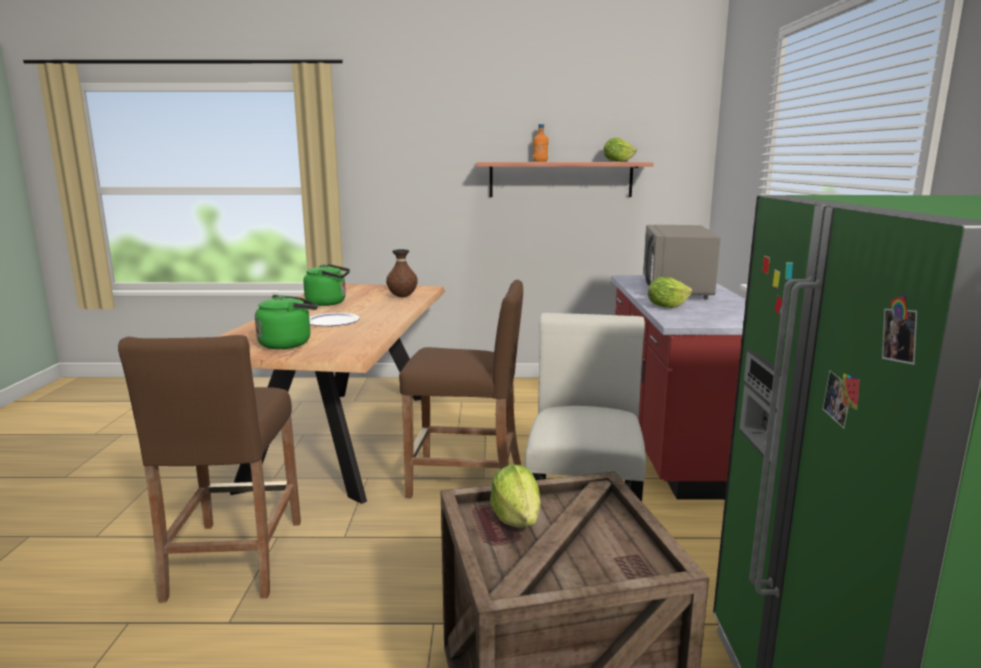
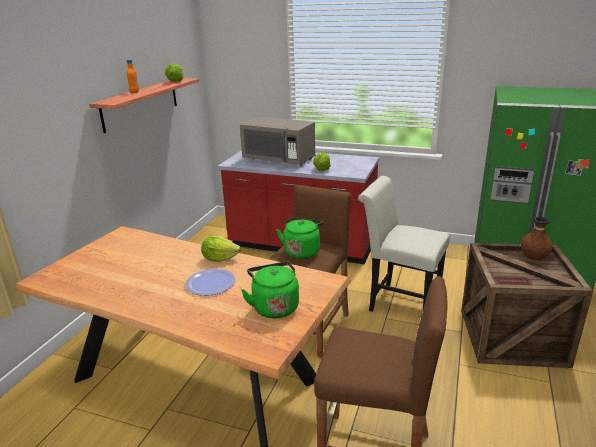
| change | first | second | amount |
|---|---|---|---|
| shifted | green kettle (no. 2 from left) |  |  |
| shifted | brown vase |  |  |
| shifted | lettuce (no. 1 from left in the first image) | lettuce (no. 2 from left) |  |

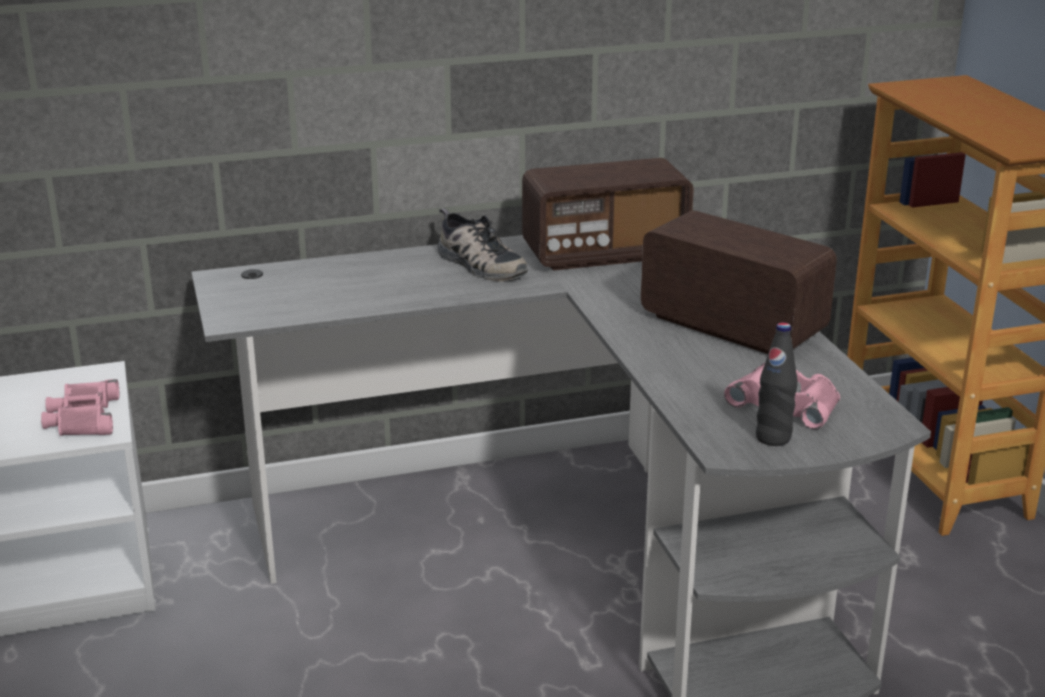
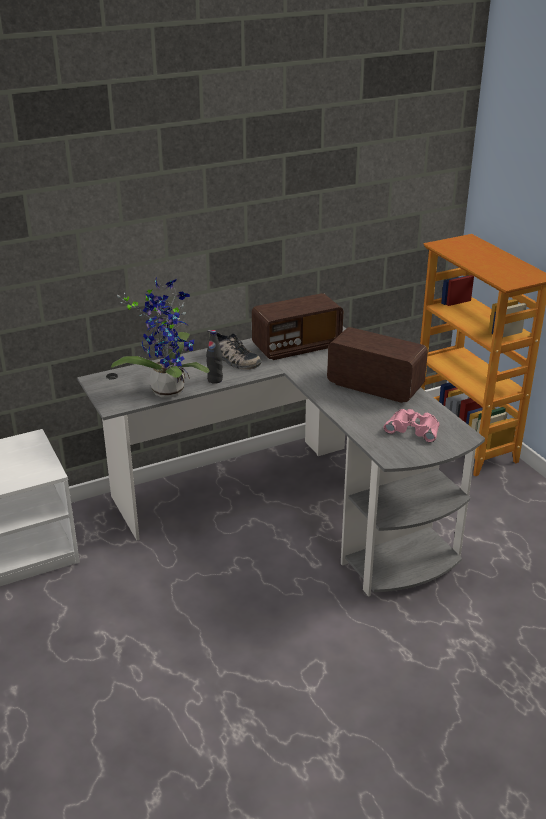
| change | first | second | amount |
|---|---|---|---|
| gone | pink binoculars (no. 1 from left) |  |  |
| new |  | potted plant |  |
| shifted | black bottle |  |  |

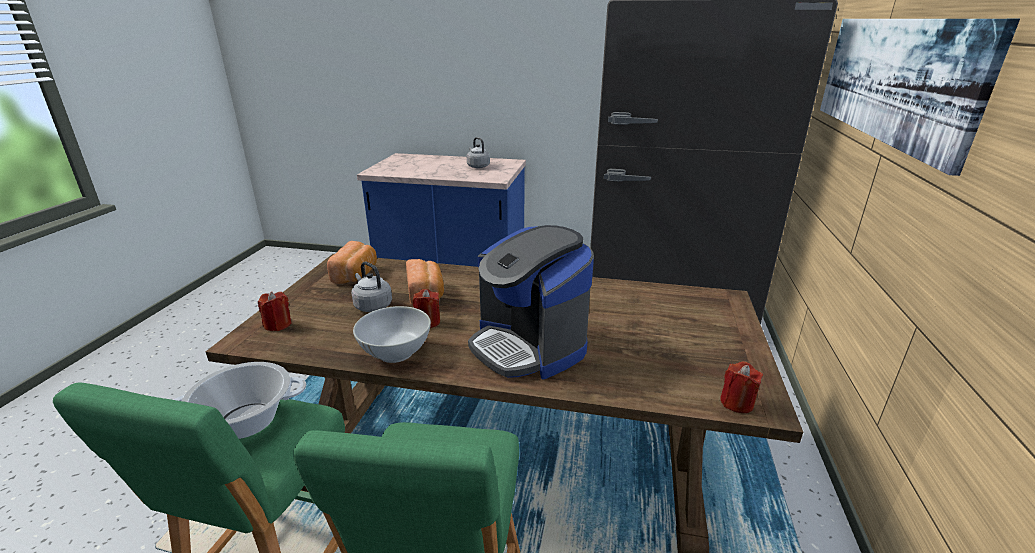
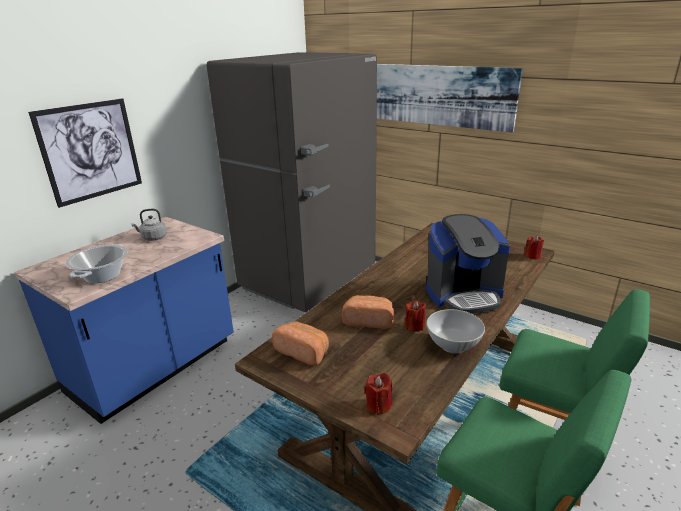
| change | first | second | amount |
|---|---|---|---|
| gone | grey kettle (no. 1 from left) |  |  |
| new |  | picture (no. 1 from left) |  |
| shifted | cooking pot |  |  |

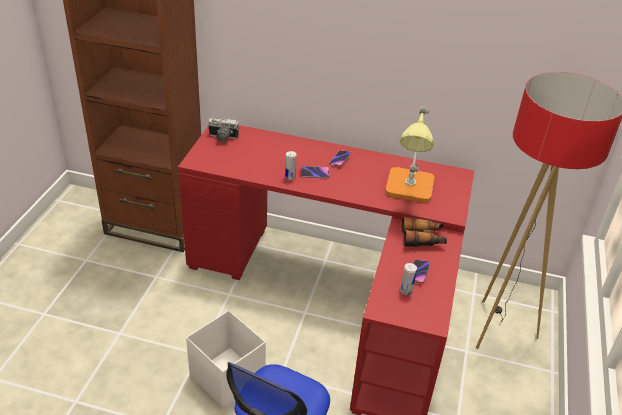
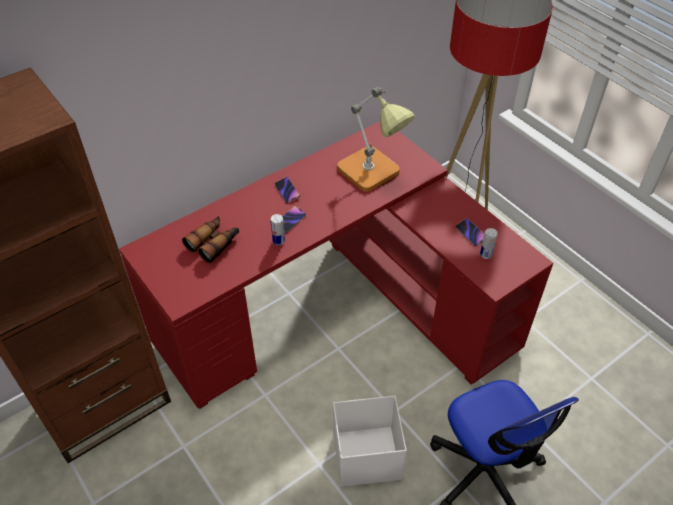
| change | first | second | amount |
|---|---|---|---|
| gone | photo camera |  |  |
| shifted | binoculars |  |  |

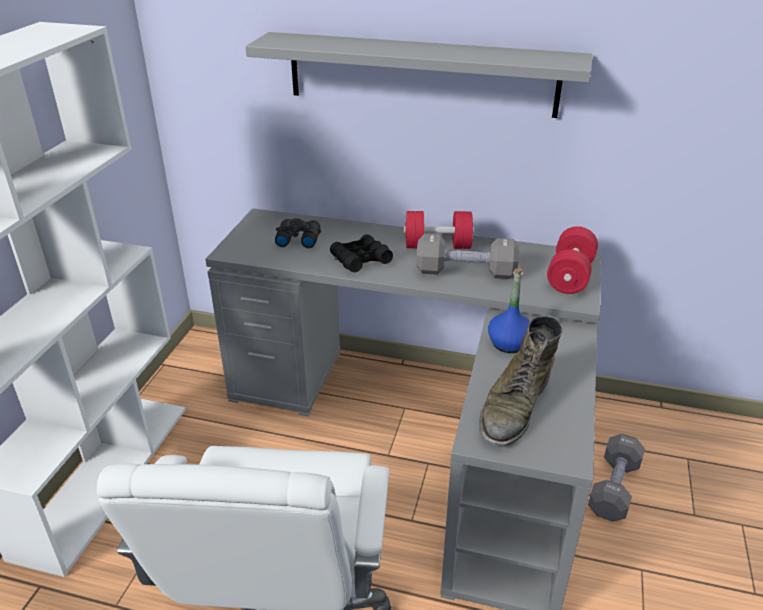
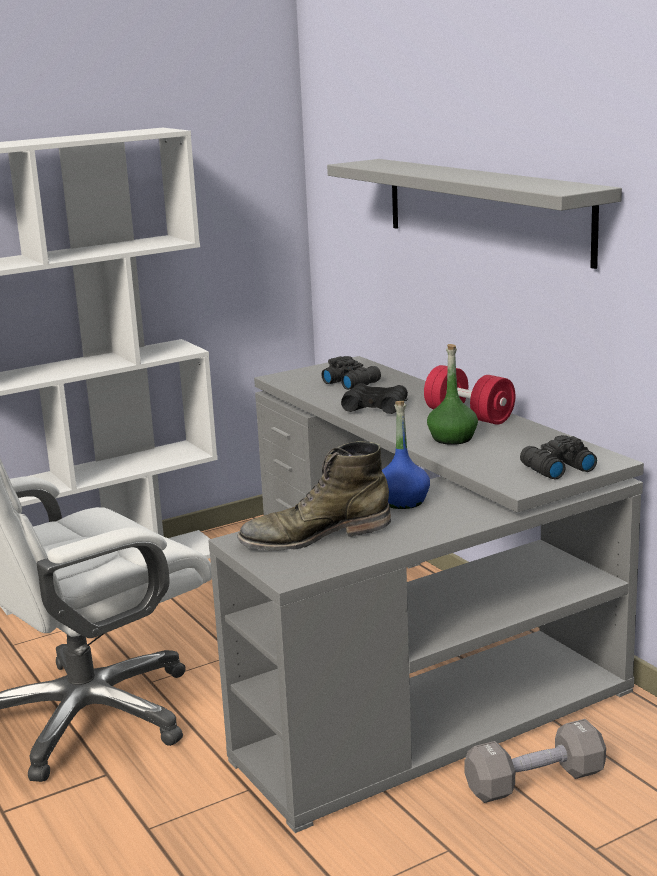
| change | first | second | amount |
|---|---|---|---|
| swapped | grey dumbbell (no. 1 from left) | green bottle |  |
| swapped | red dumbbell (no. 2 from left) | black binoculars (no. 3 from left) |  |

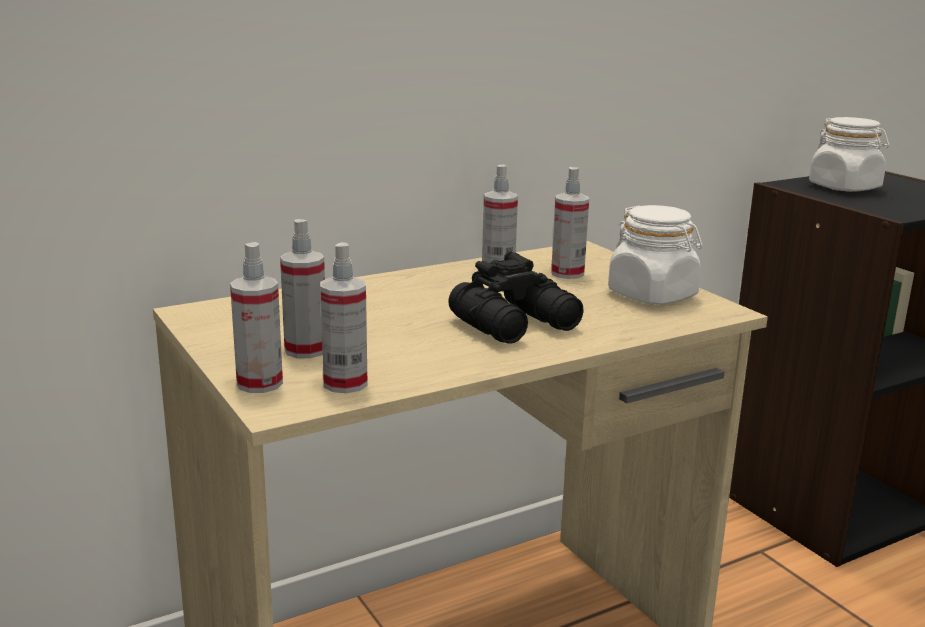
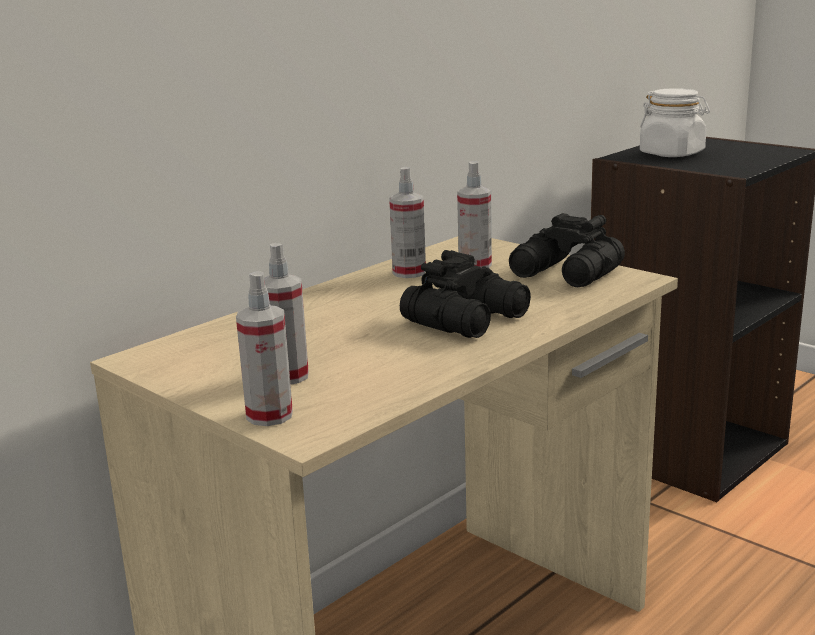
| change | first | second | amount |
|---|---|---|---|
| gone | spray bottle (no. 3 from left) |  |  |
| swapped | white jar (no. 1 from left) | black binoculars (no. 2 from left) |  |

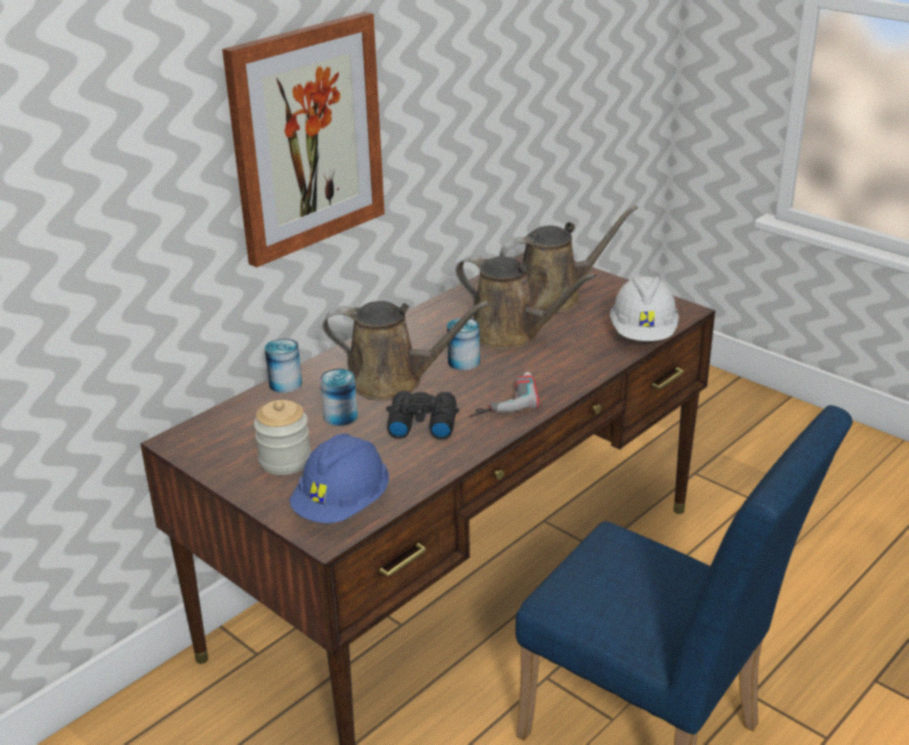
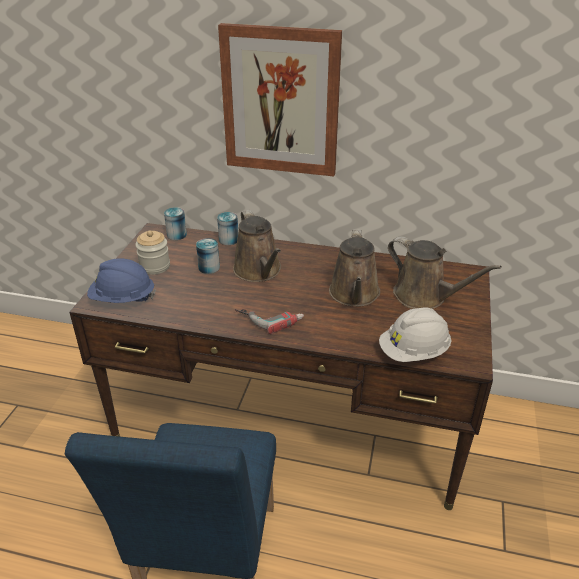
| change | first | second | amount |
|---|---|---|---|
| gone | black binoculars |  |  |
| shifted | can (no. 3 from left in the first image) | can (no. 1 from left) |  |

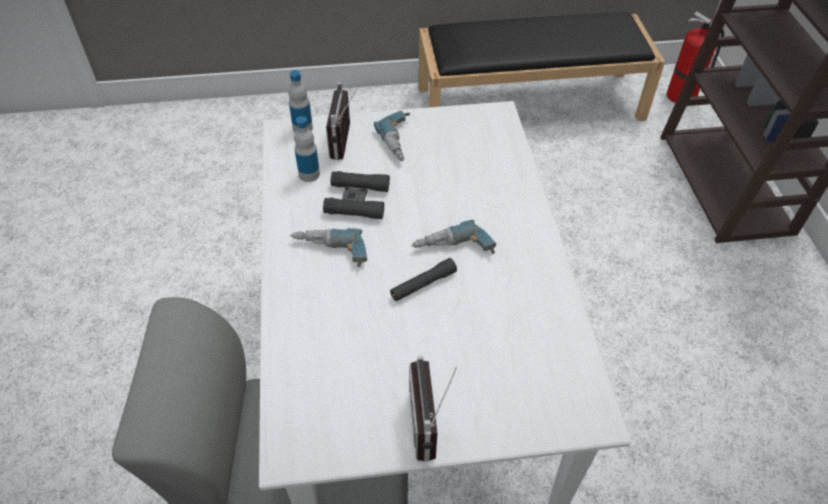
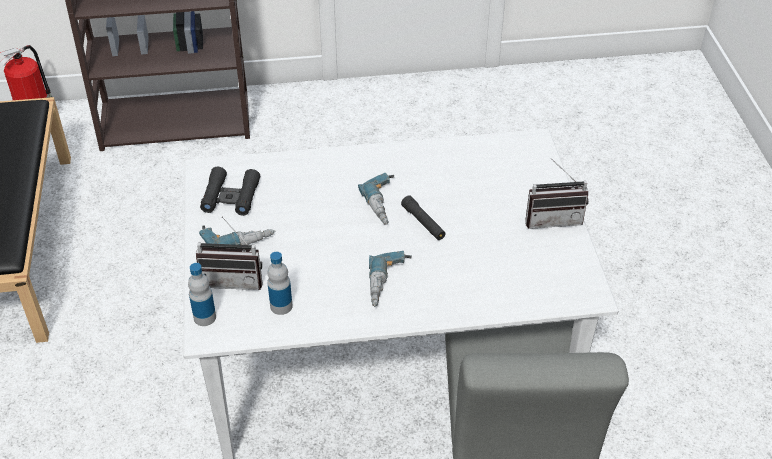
| change | first | second | amount |
|---|---|---|---|
| shifted | black binoculars |  |  |

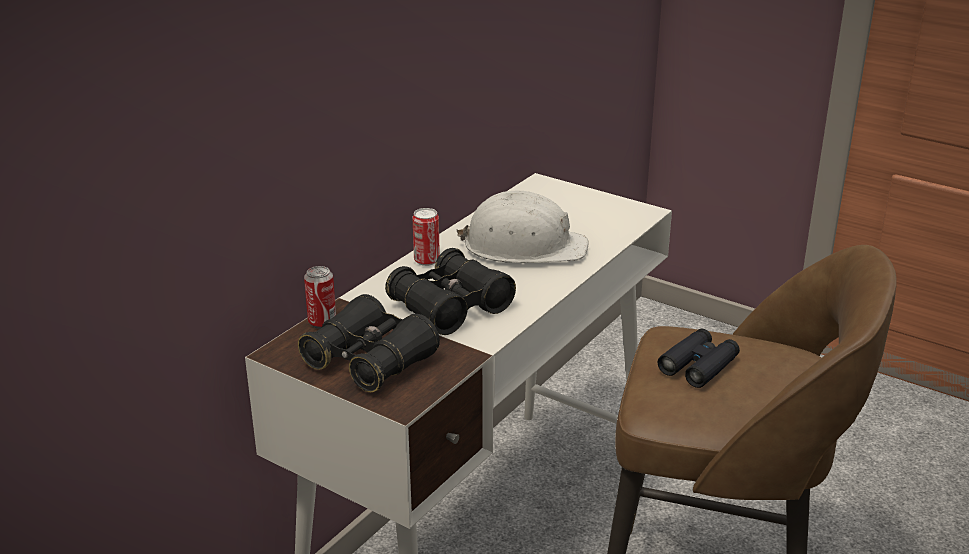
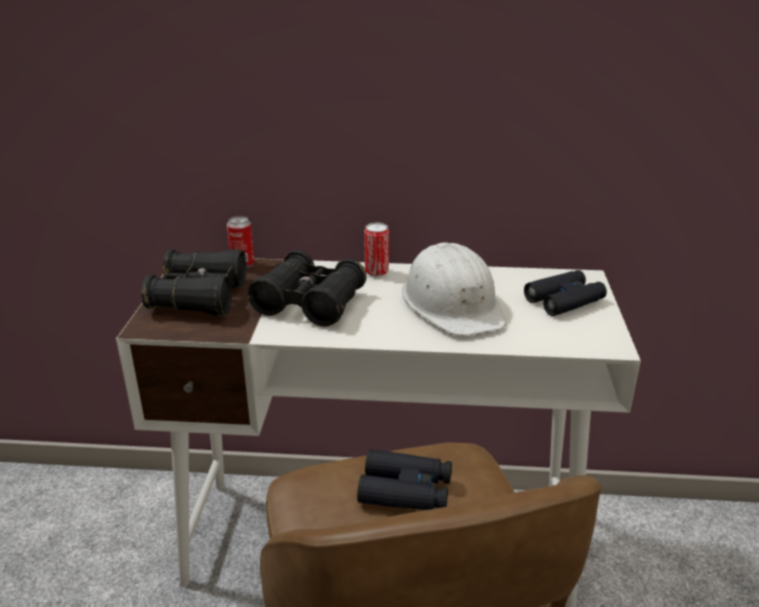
| change | first | second | amount |
|---|---|---|---|
| new |  | black binoculars (no. 4 from left) |  |

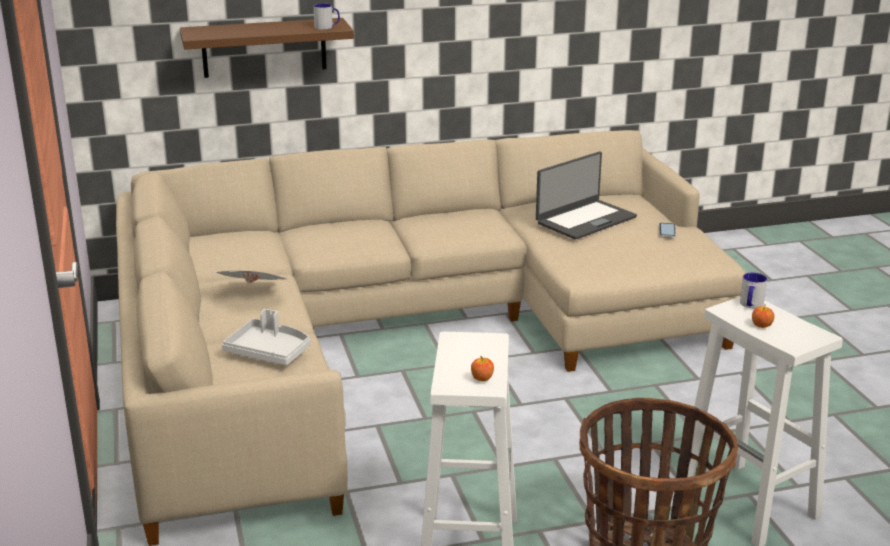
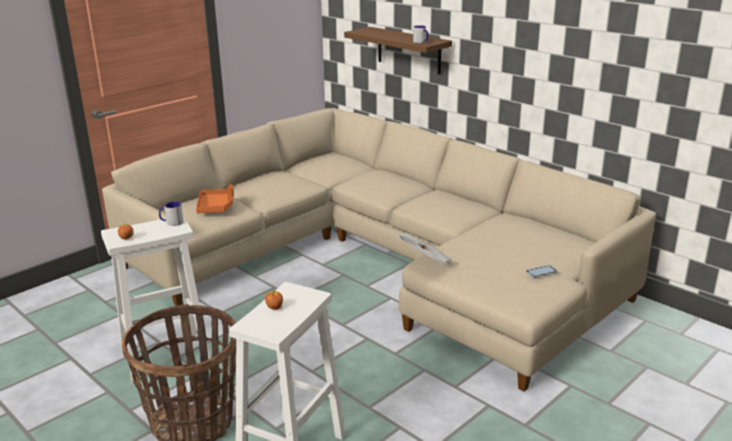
| change | first | second | amount |
|---|---|---|---|
| gone | laptop |  |  |
| shifted | newspaper |  |  |
| shifted | mug (no. 2 from left in the first image) | mug (no. 1 from left) |  |
| repainted | grey tray | orange tray |  |

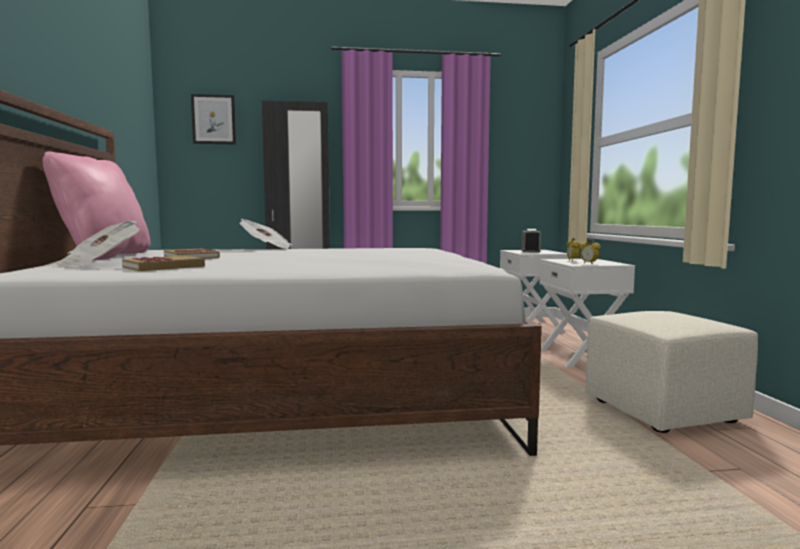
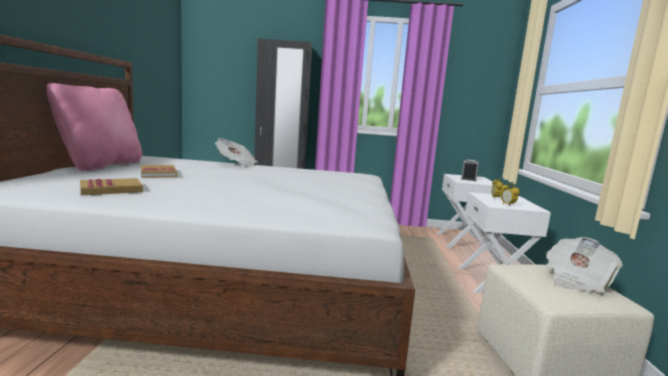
| change | first | second | amount |
|---|---|---|---|
| gone | picture |  |  |
| shifted | newspaper (no. 1 from left in the first image) | newspaper (no. 2 from left) |  |

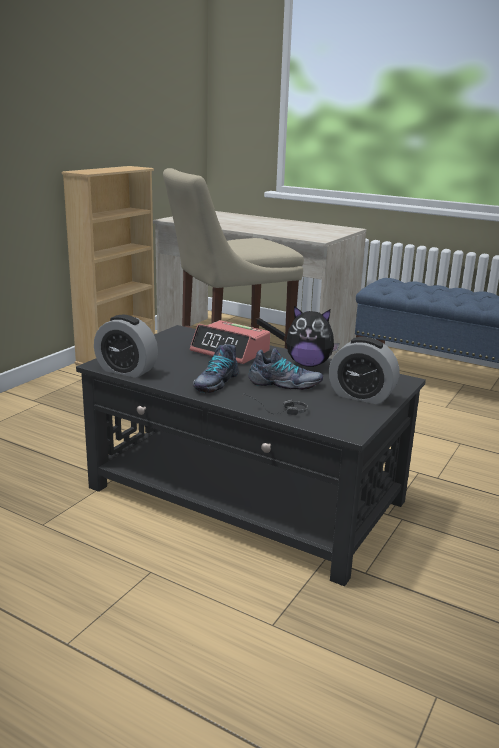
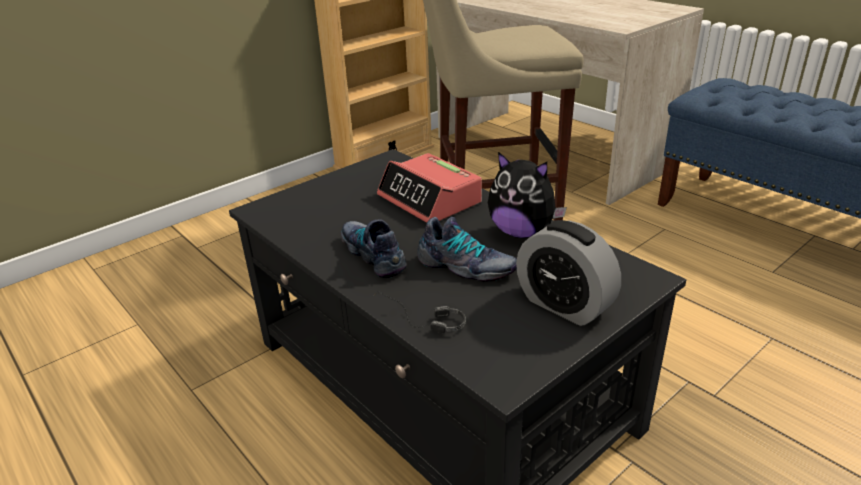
| change | first | second | amount |
|---|---|---|---|
| gone | alarm clock (no. 1 from left) |  |  |
| rotated | shoe (no. 1 from left) |  | 105 degrees clockwise |

